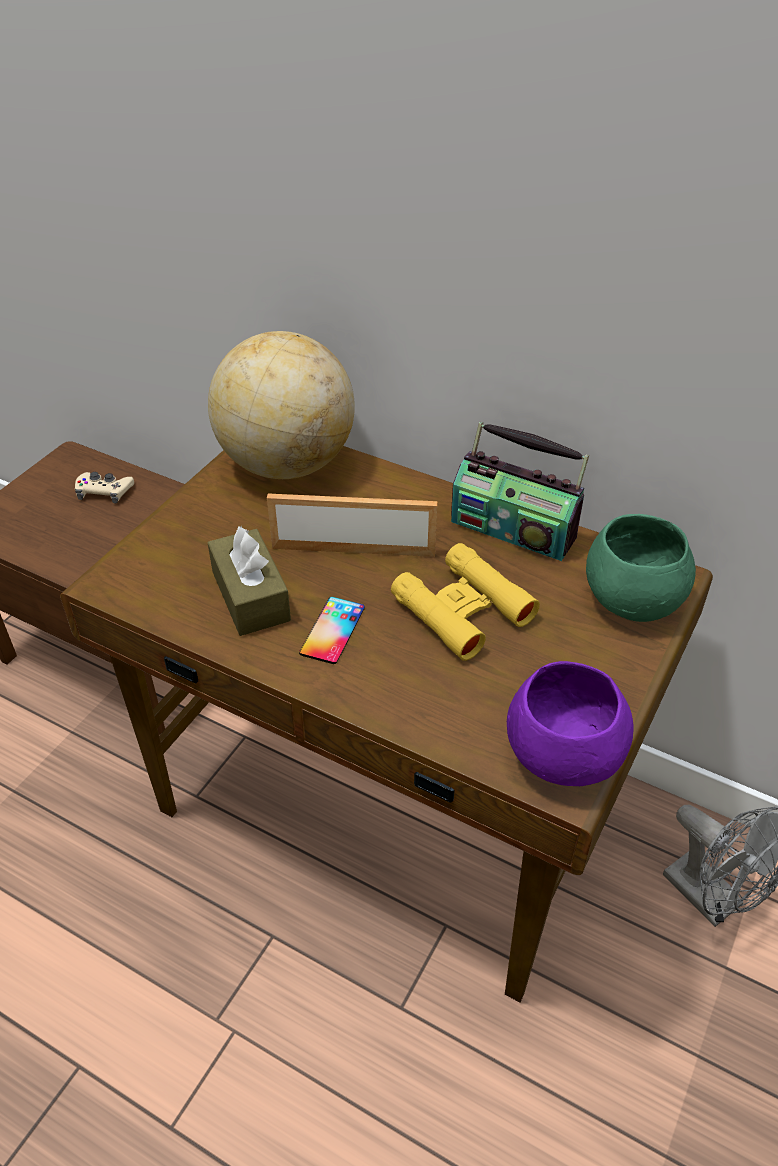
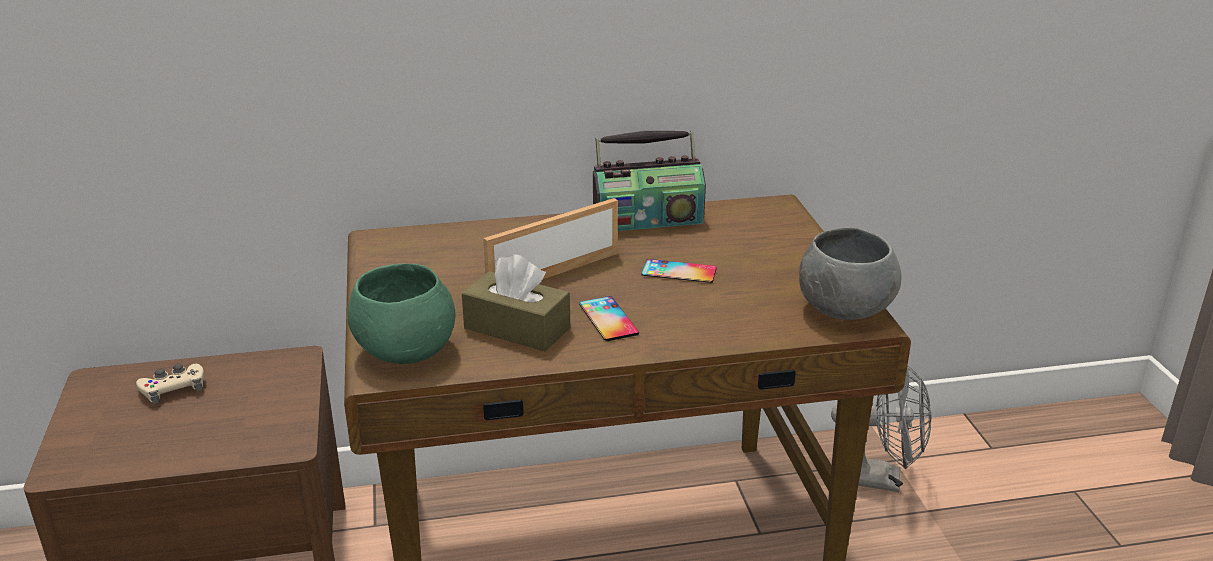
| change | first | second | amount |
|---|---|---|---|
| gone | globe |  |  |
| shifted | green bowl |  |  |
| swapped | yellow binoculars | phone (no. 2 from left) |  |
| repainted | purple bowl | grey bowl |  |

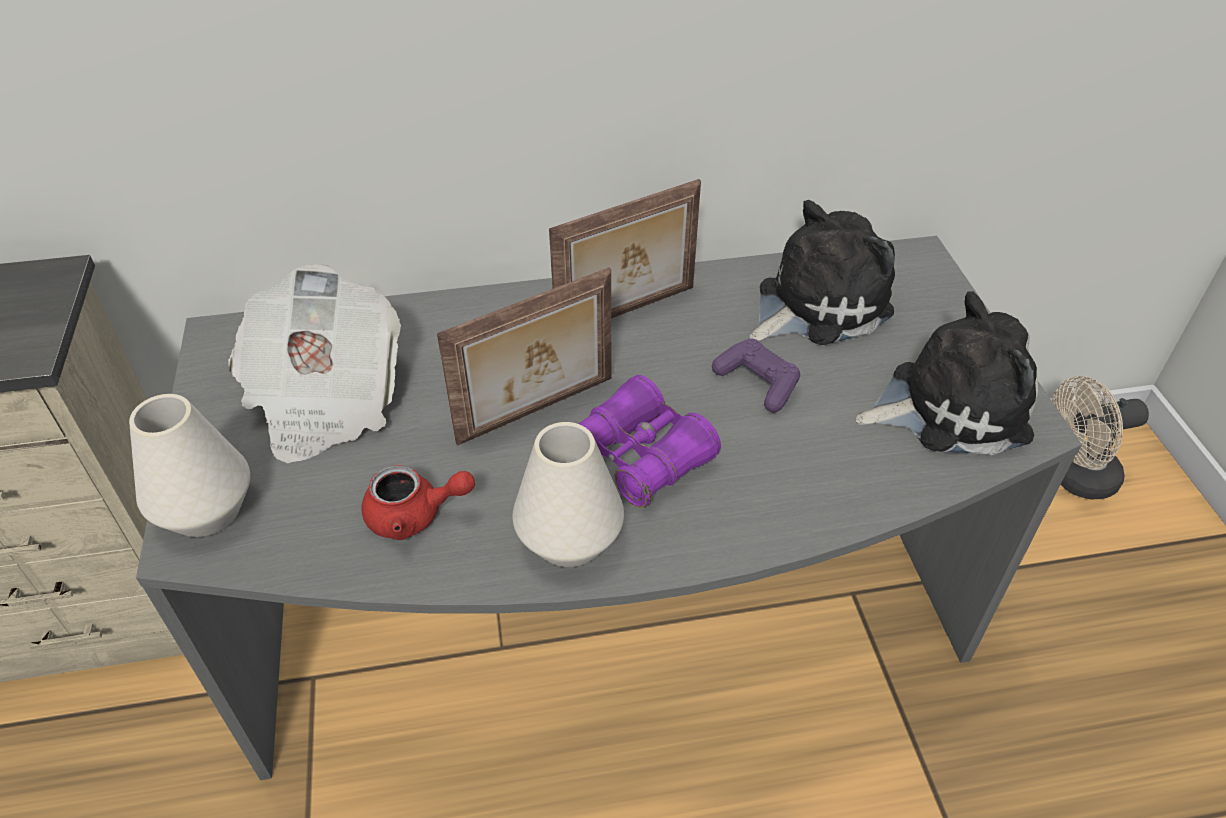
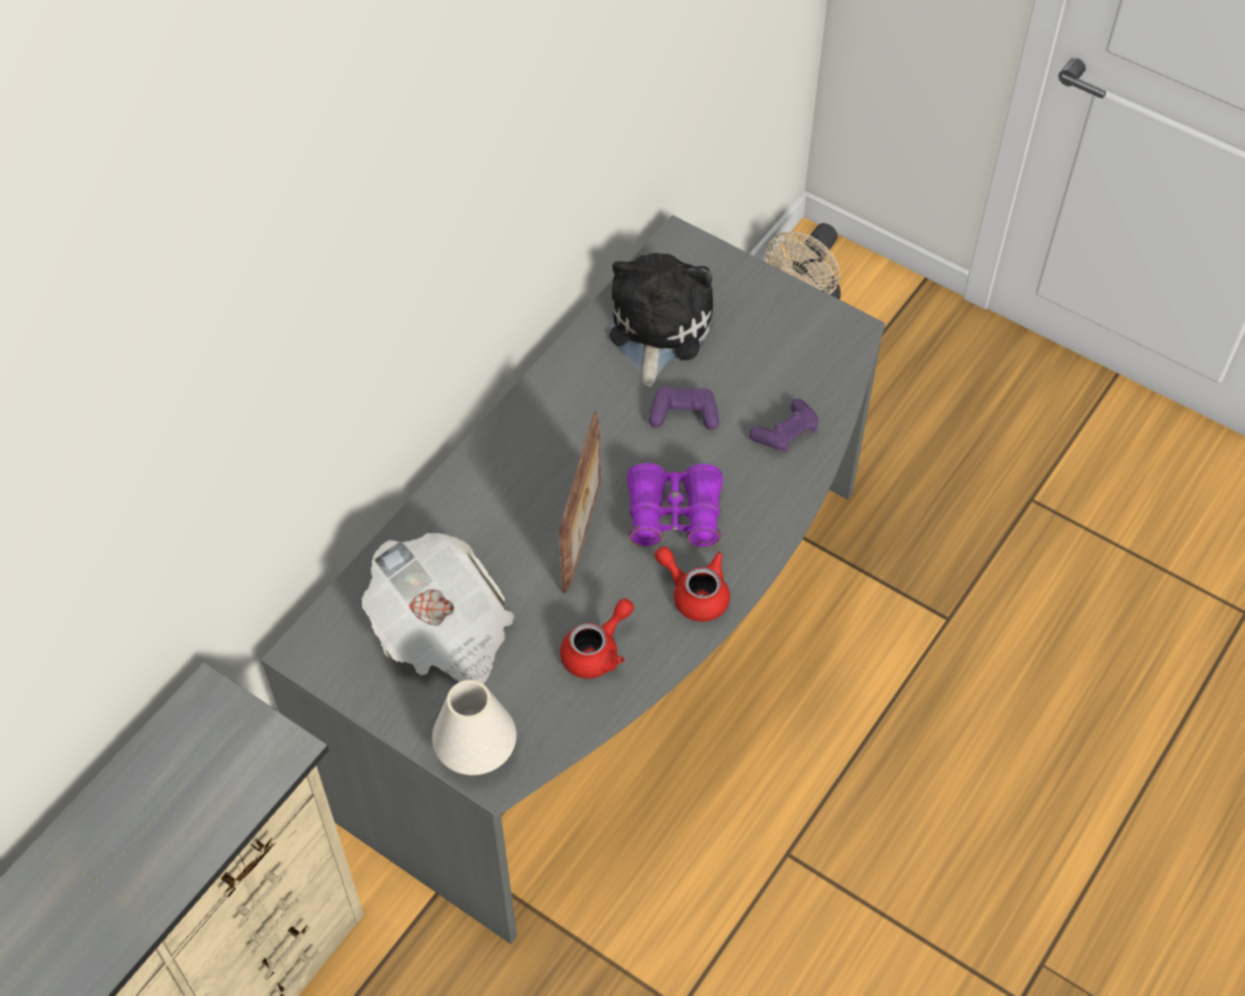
| change | first | second | amount |
|---|---|---|---|
| gone | picture frame (no. 2 from left) |  |  |
| gone | plush toy (no. 2 from left) |  |  |
| new |  | purple game controller (no. 2 from left) |  |
| swapped | white vase (no. 2 from left) | red teapot (no. 2 from left) |  |

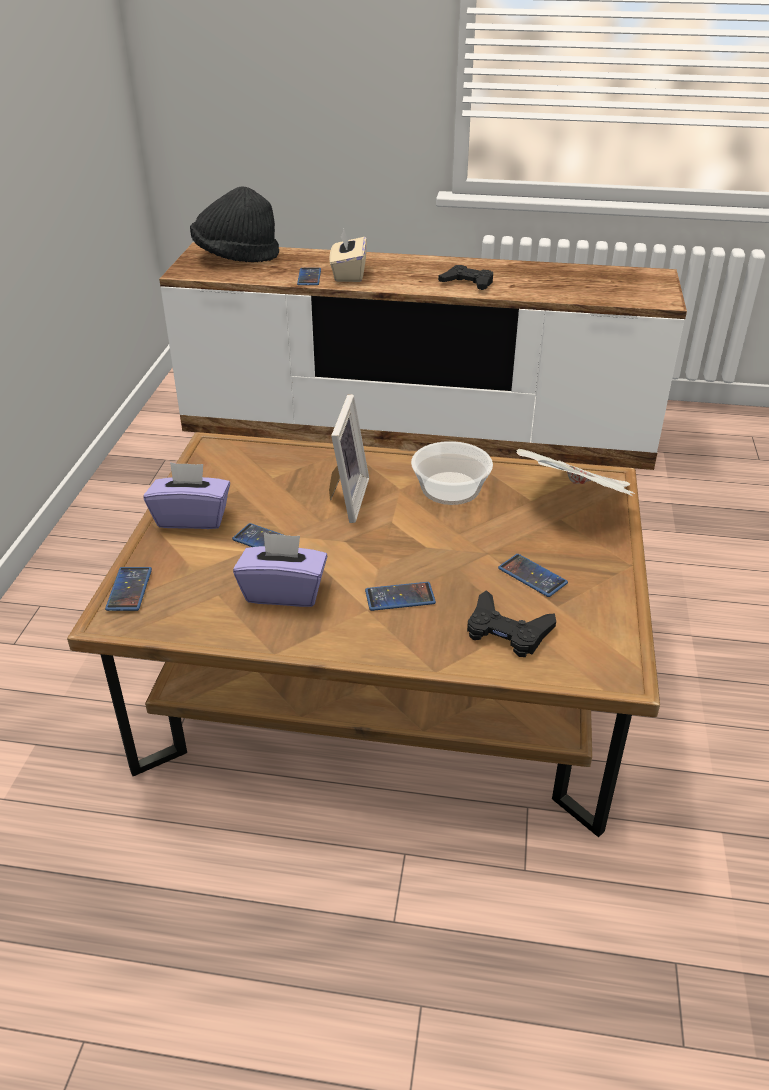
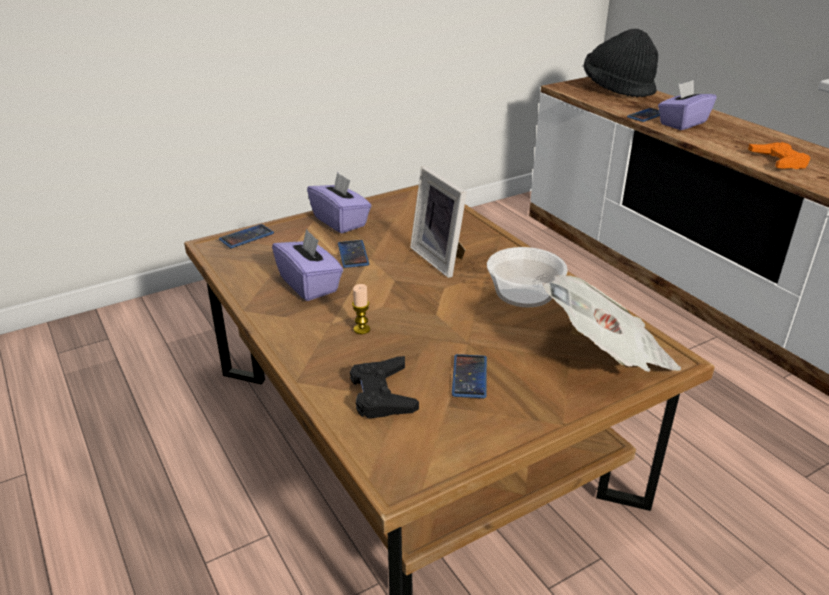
| change | first | second | amount |
|---|---|---|---|
| swapped | phone (no. 4 from left) | candle |  |
| repainted | beige tissue box | purple tissue box (no. 3 from left) |  |
| repainted | black game controller (no. 1 from left) | orange game controller |  |
| rotated | picture frame |  | 90 degrees clockwise |

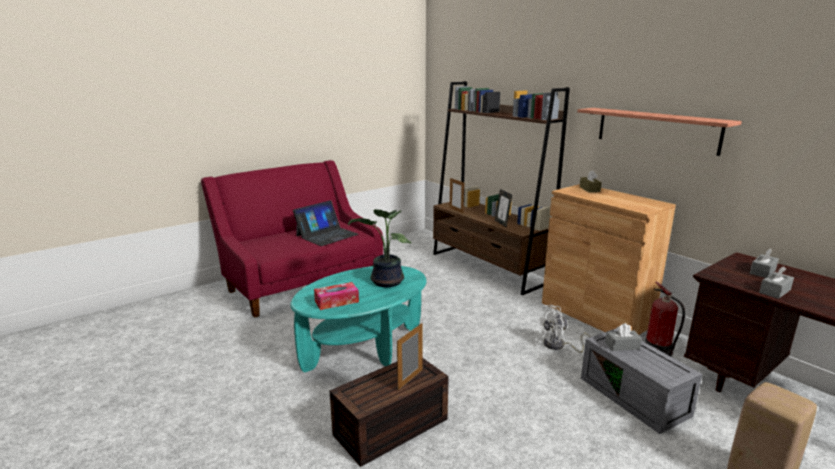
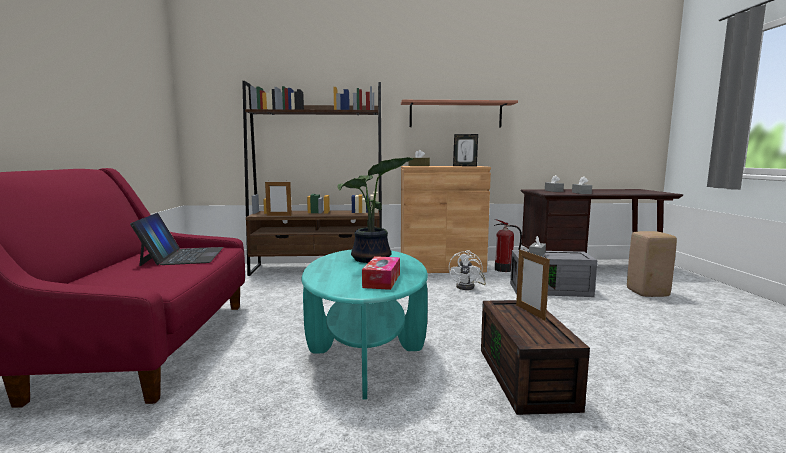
| change | first | second | amount |
|---|---|---|---|
| shifted | picture frame (no. 3 from left in the first image) | picture frame (no. 2 from left) |  |

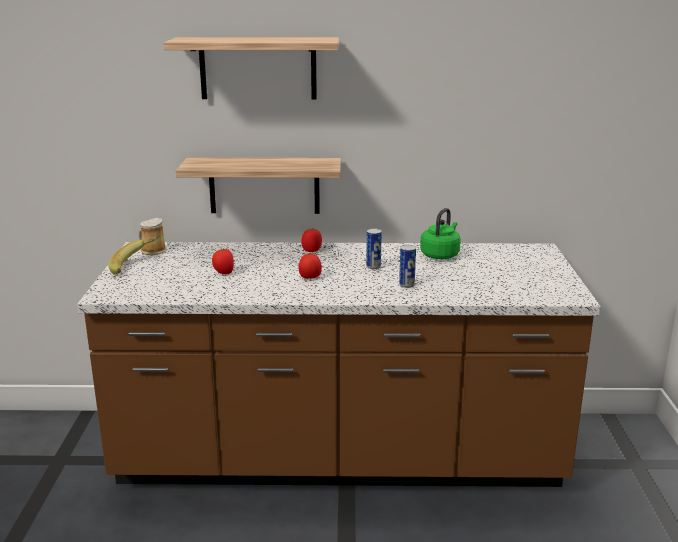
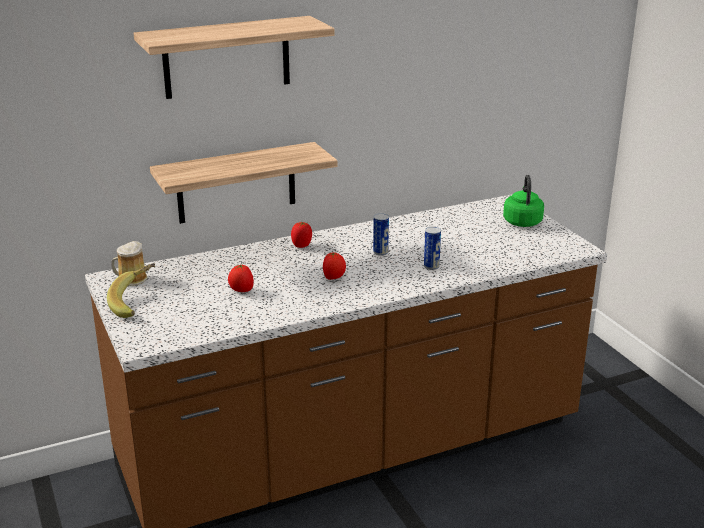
| change | first | second | amount |
|---|---|---|---|
| shifted | green kettle |  |  |

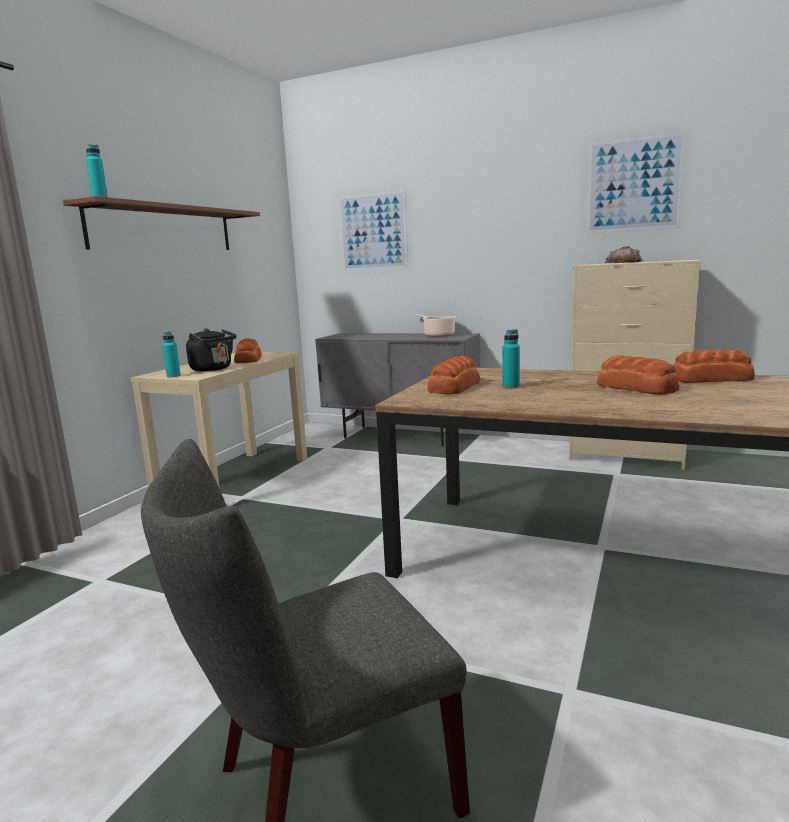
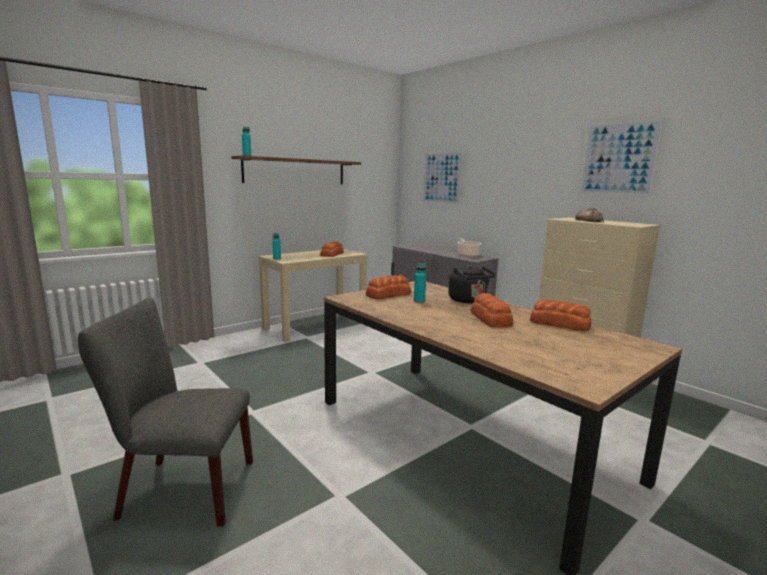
| change | first | second | amount |
|---|---|---|---|
| shifted | black kettle |  |  |

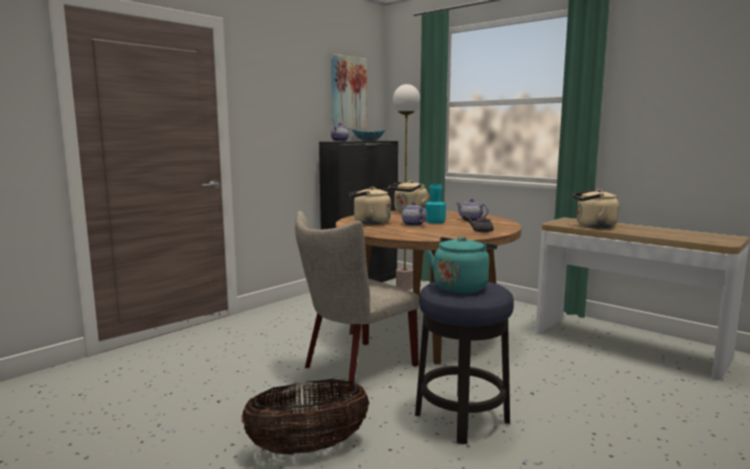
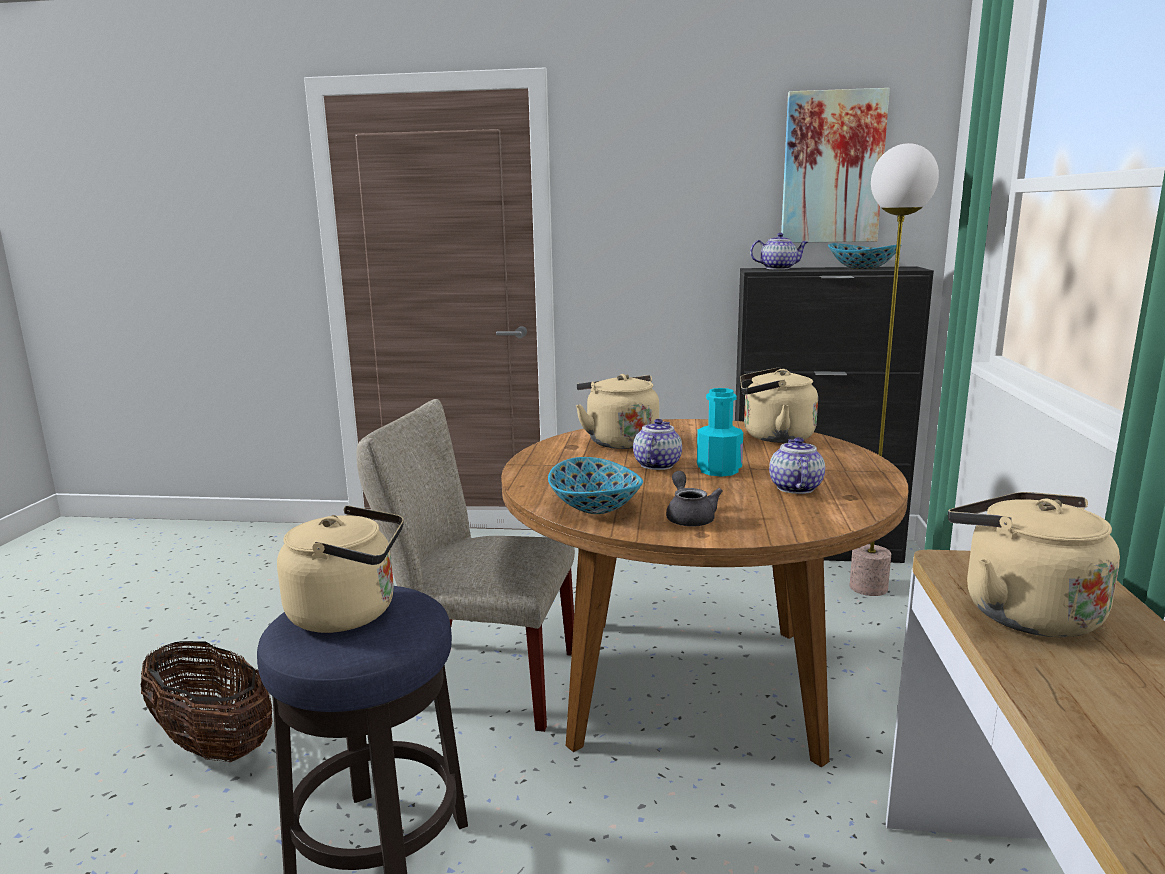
| change | first | second | amount |
|---|---|---|---|
| new |  | bowl (no. 1 from left) |  |
| repainted | turquoise kettle | beige kettle (no. 1 from left) |  |

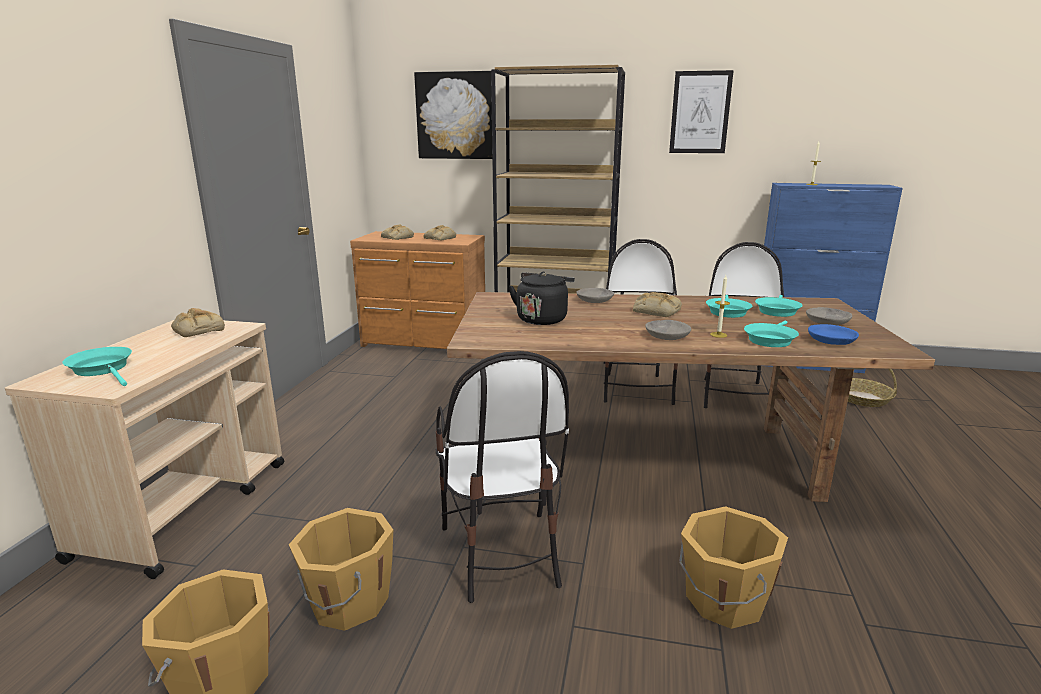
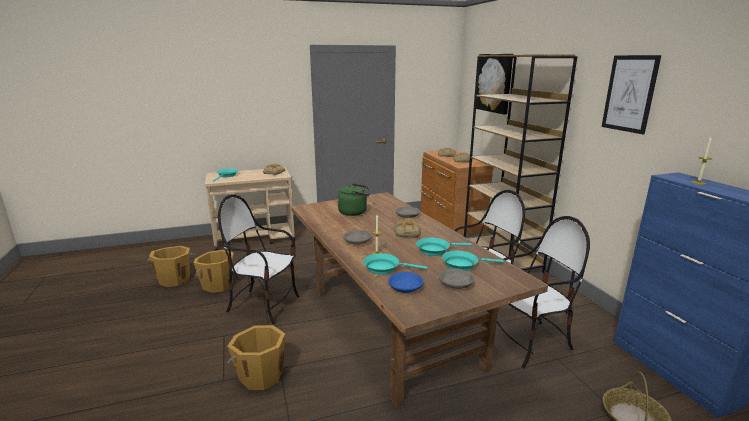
| change | first | second | amount |
|---|---|---|---|
| repainted | black kettle | green kettle |  |
| rotated | chair (no. 1 from left) |  | 60 degrees clockwise |

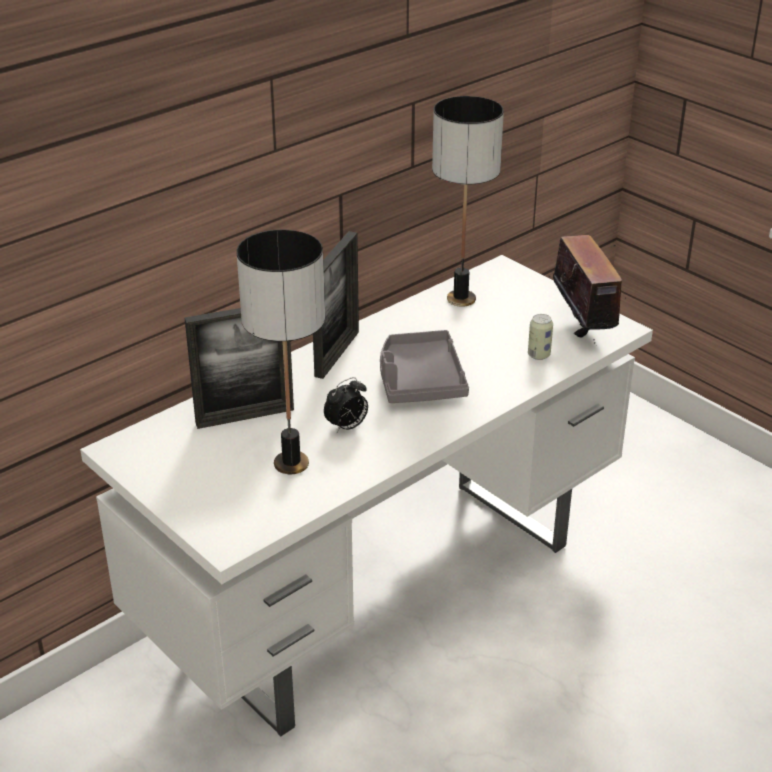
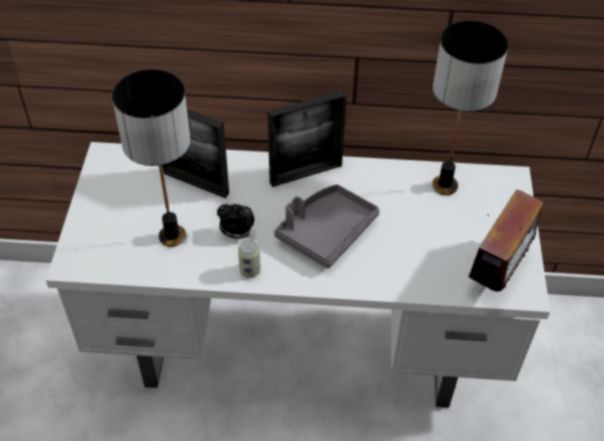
| change | first | second | amount |
|---|---|---|---|
| shifted | can |  |  |

